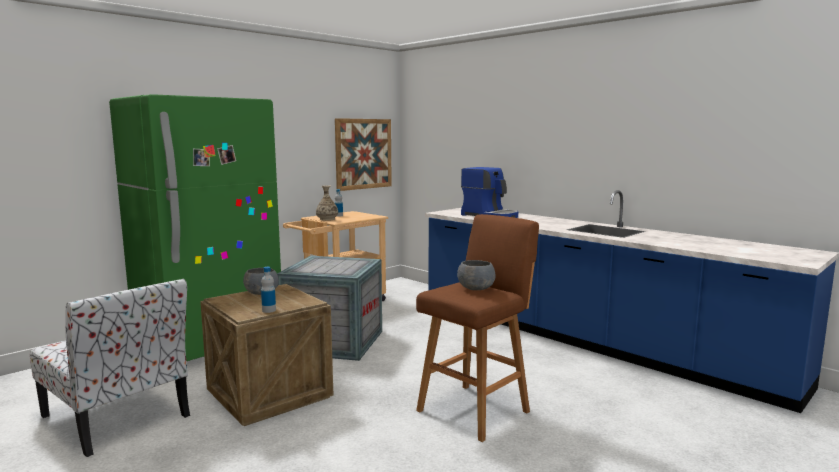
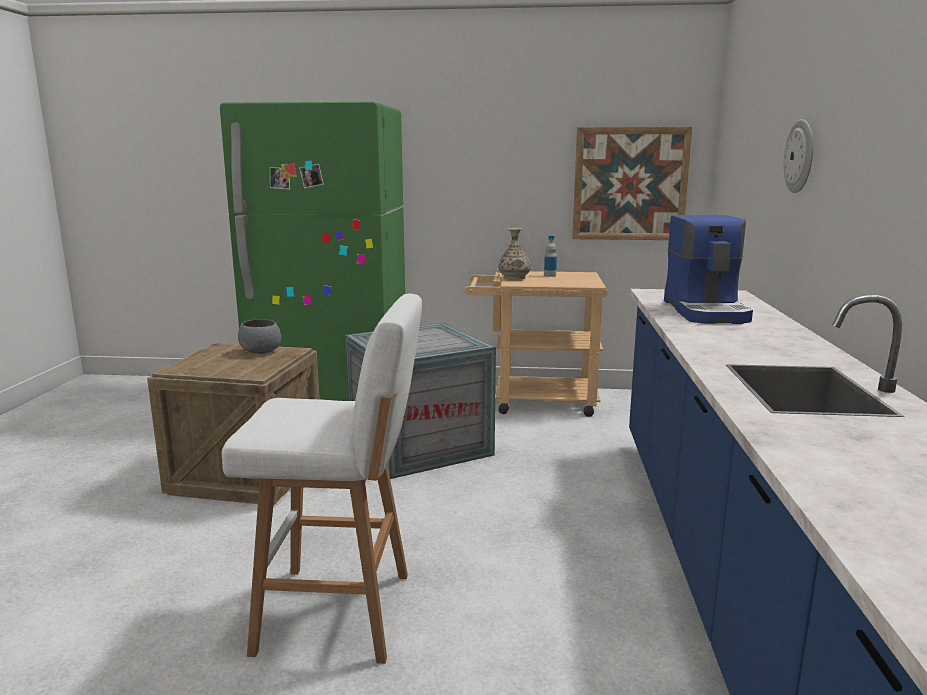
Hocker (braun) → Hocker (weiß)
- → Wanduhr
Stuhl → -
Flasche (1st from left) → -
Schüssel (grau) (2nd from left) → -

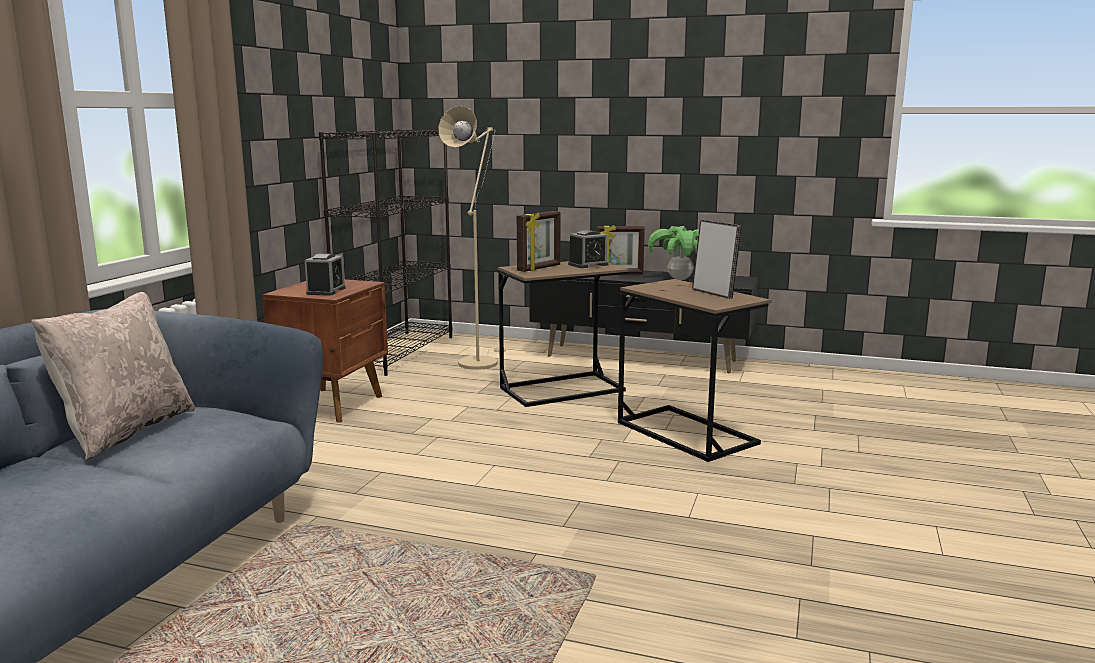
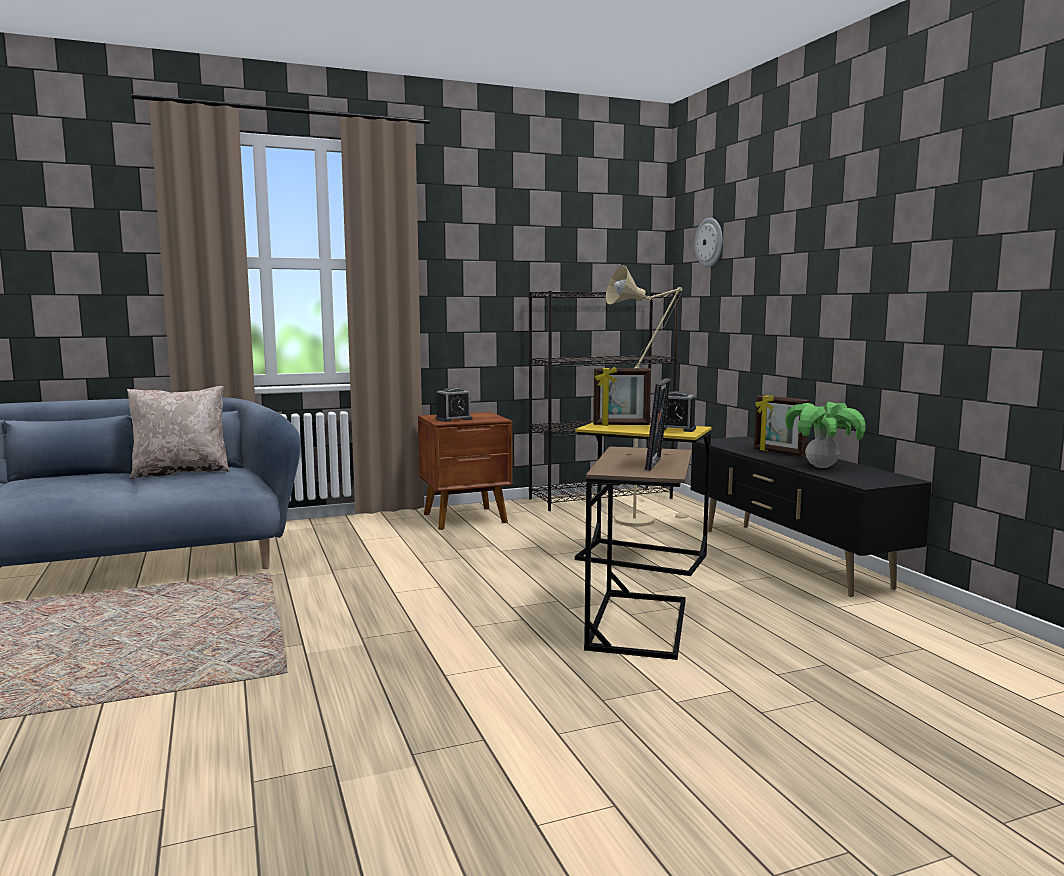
Beistelltisch (braun) (1st from left) → Beistelltisch (gelb)
- → Wanduhr

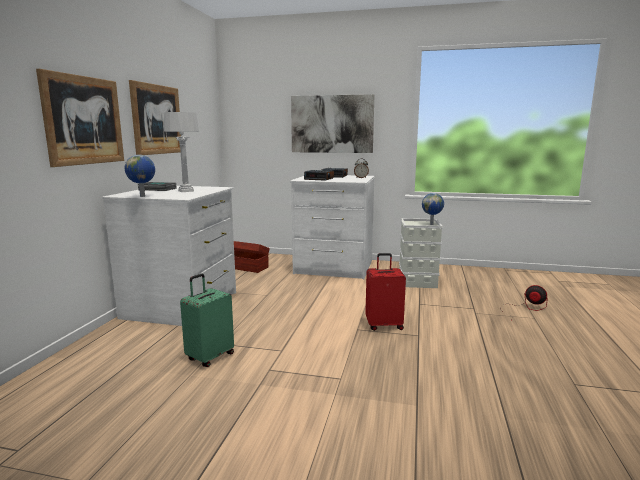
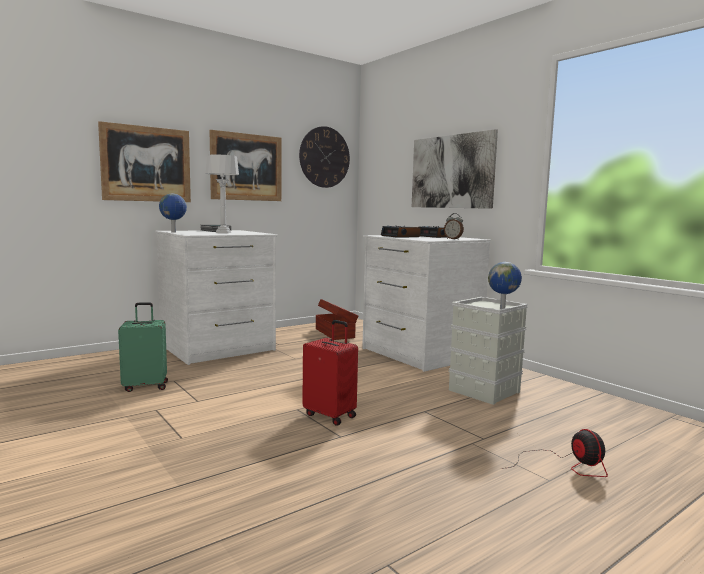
- → Wanduhr

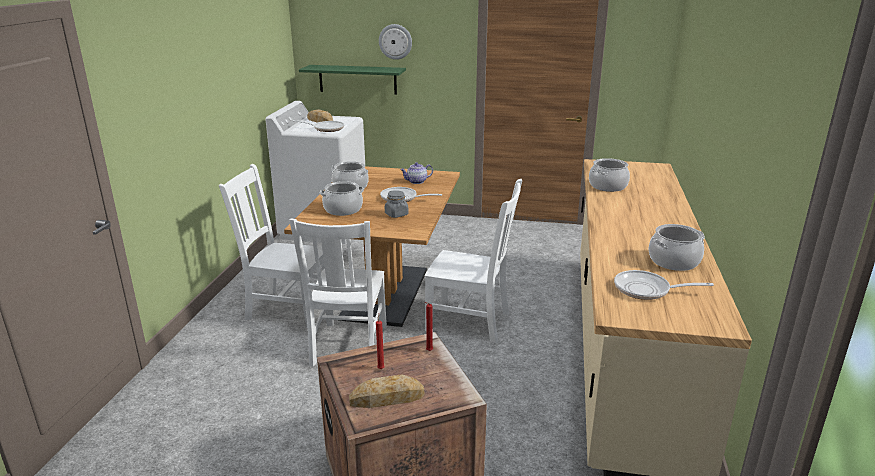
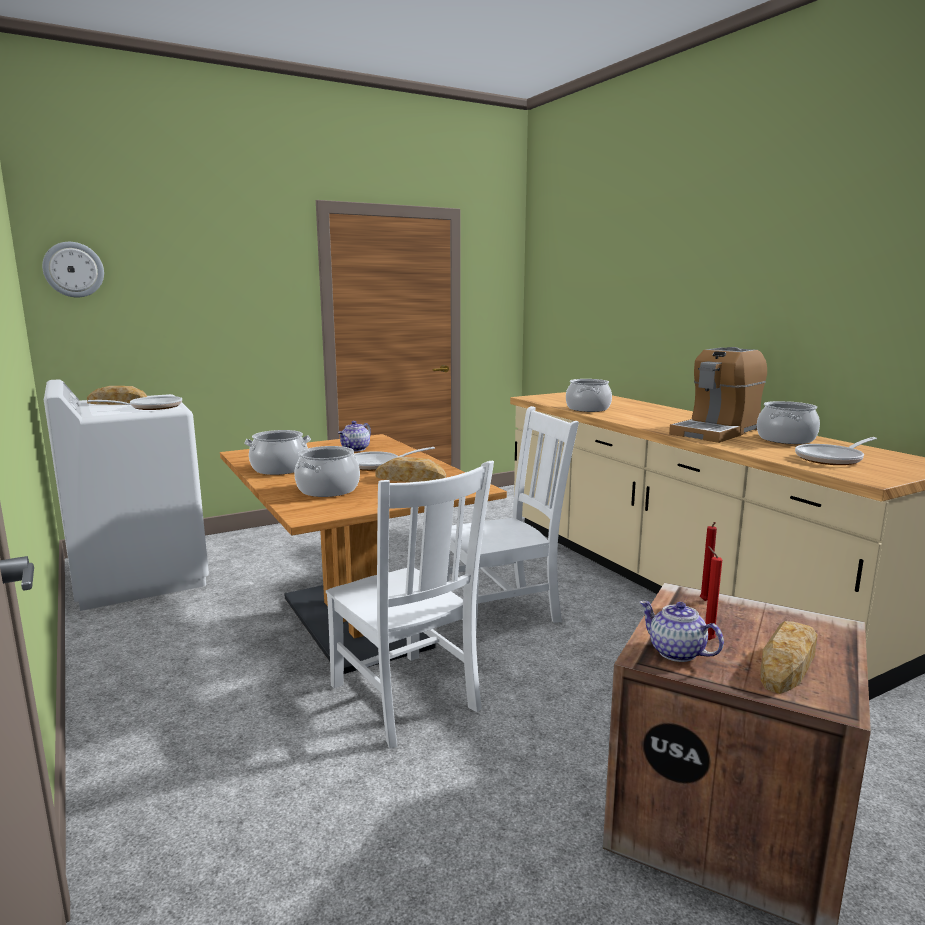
Wanduhr, move
Vorratsglas (grau) → Brot (2nd from left)
- → Teekanne (2nd from left)
- → Kaffeemaschine
Stuhl (weiß) (1st from left) → -
Wandregal (grün) → -

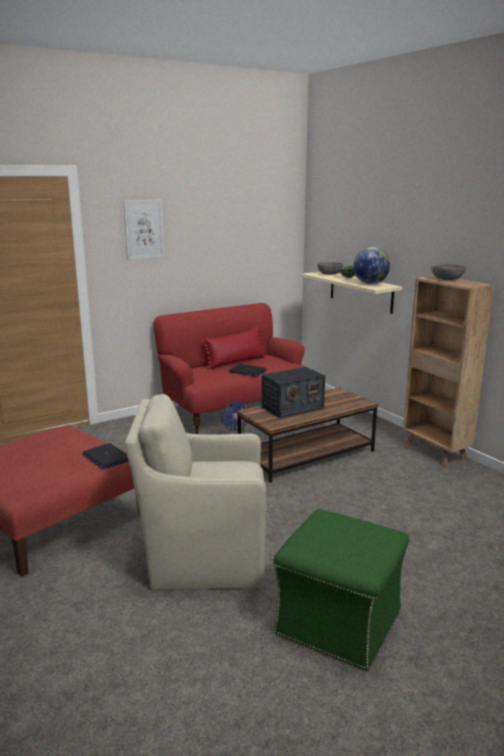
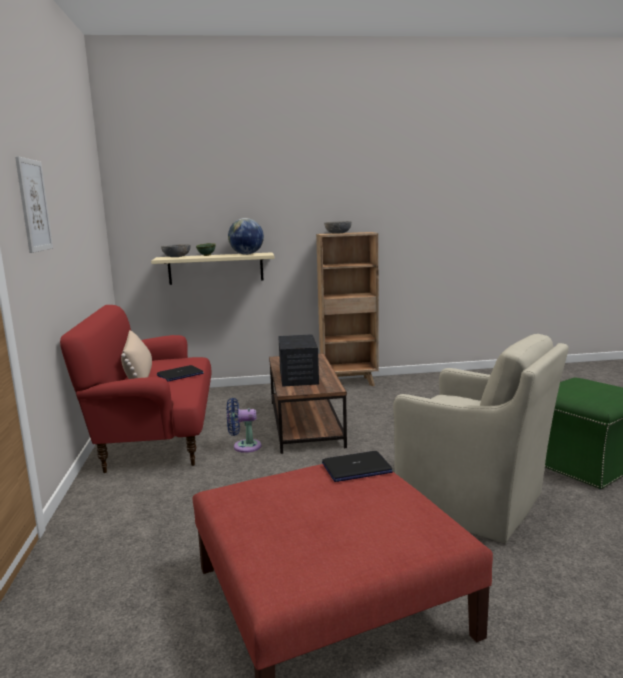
Kissen (rot) → Kissen (beige)
Sessel (beige), 75 degrees counterclockwise

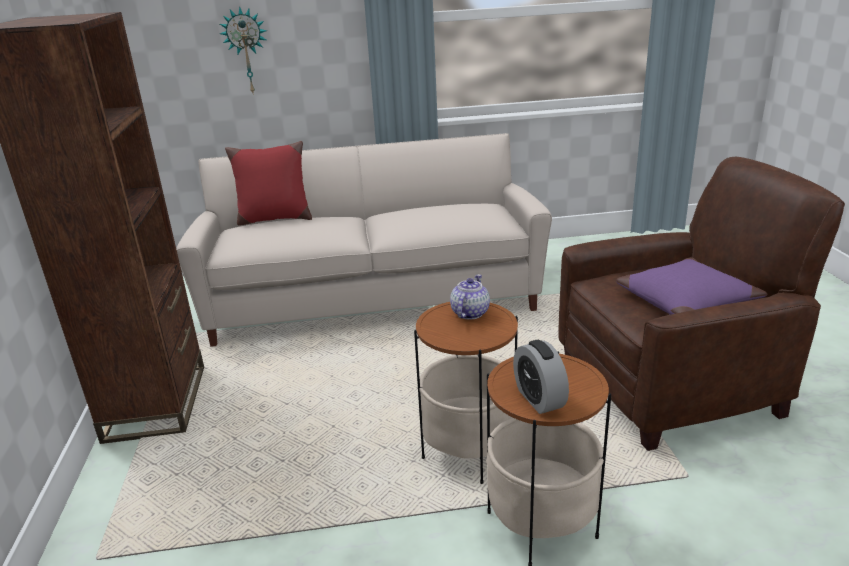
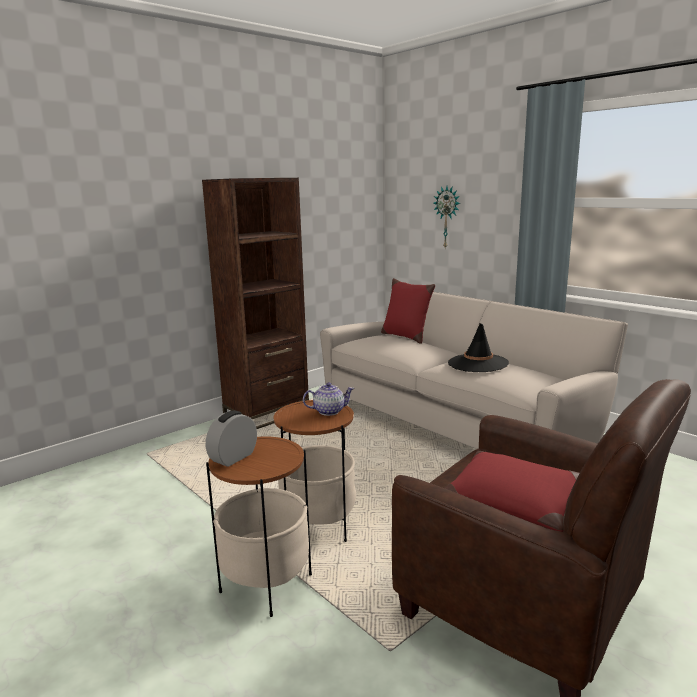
Kissen (lila) → Kissen (rot) (2nd from left)
- → Hut (schwarz)

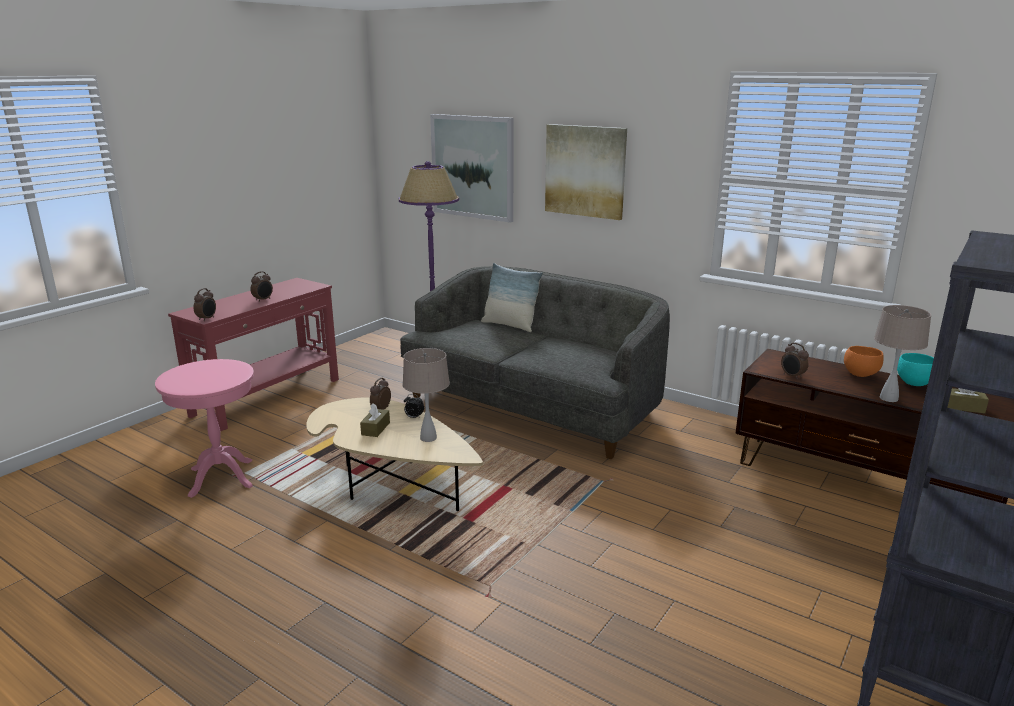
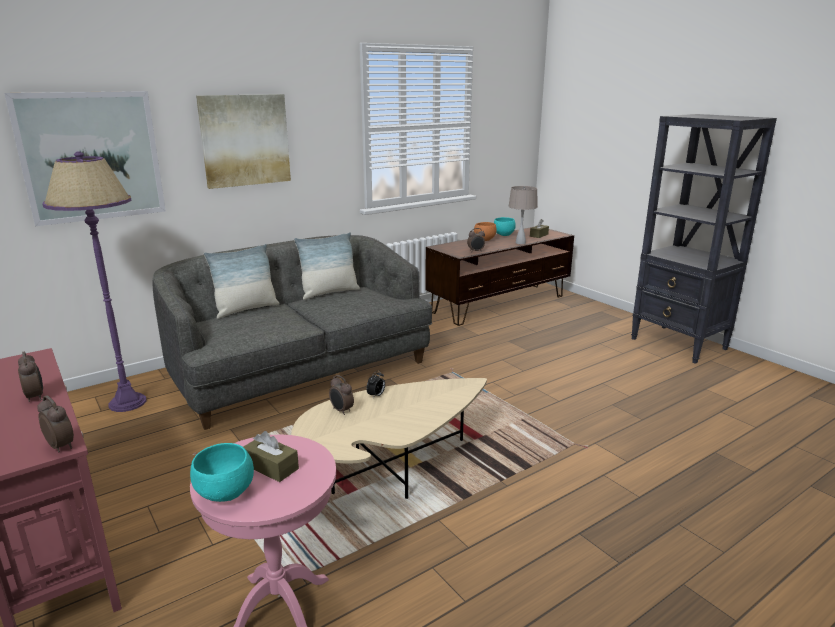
- → Schüssel (türkis) (1st from left)
Taschentuchbox (braun) (1st from left), move
- → Kissen (2nd from left)
Tischlampe (beige) (1st from left) → -

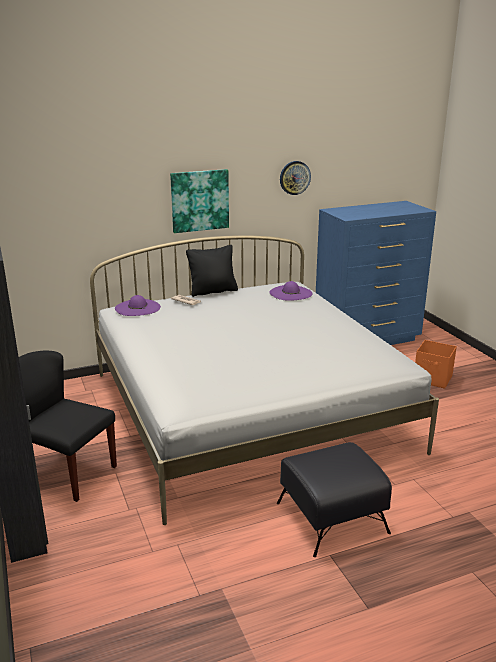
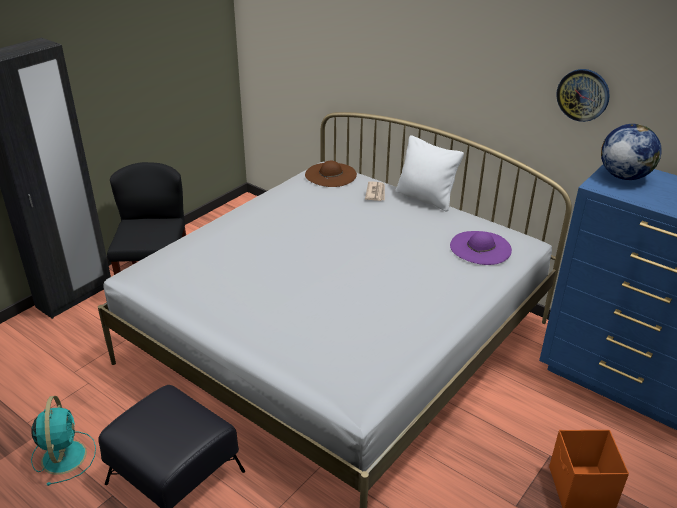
- → Ventilator (türkis)
Hut (lila) (1st from left) → Hut (braun)
Kissen (schwarz) → Kissen (weiß)
- → Globus
Bild → -

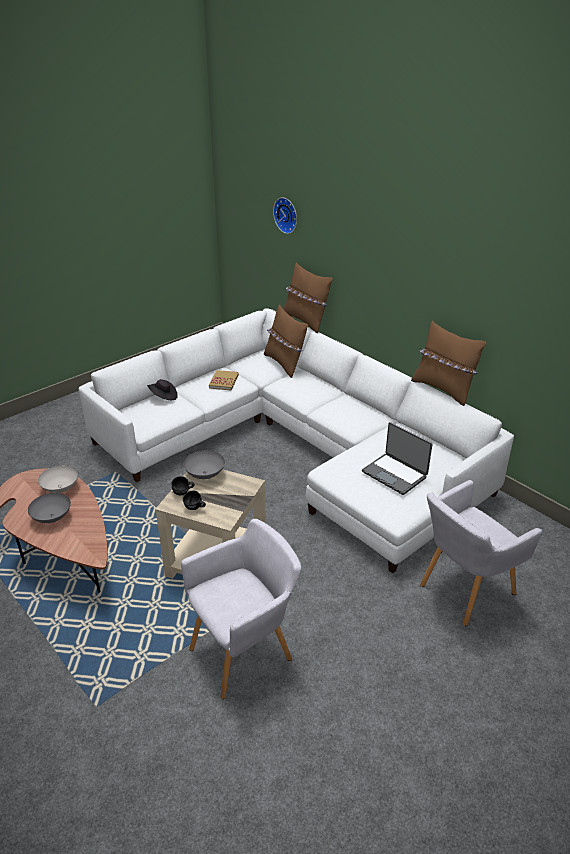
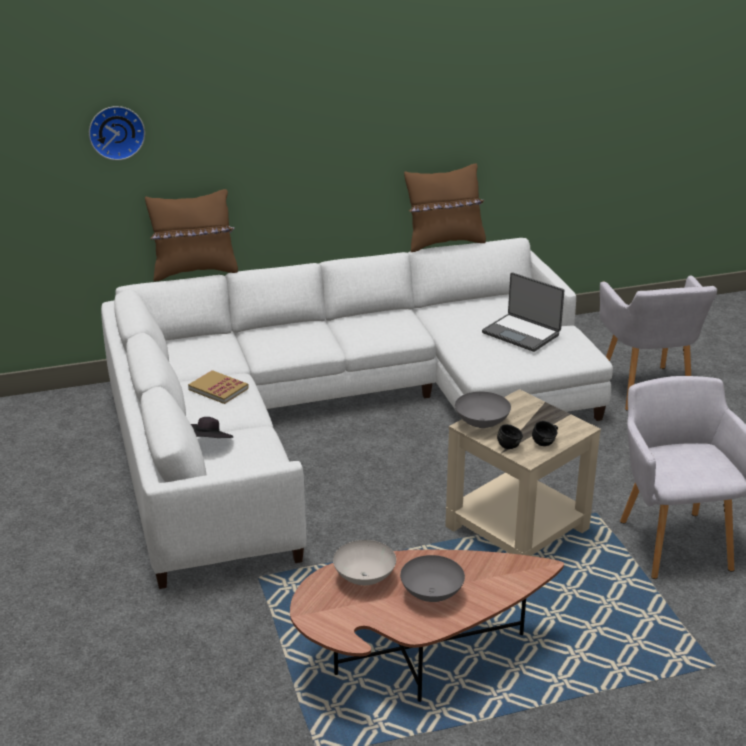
Laptop, 60 degrees clockwise
Kissen (braun) (1st from left) → -

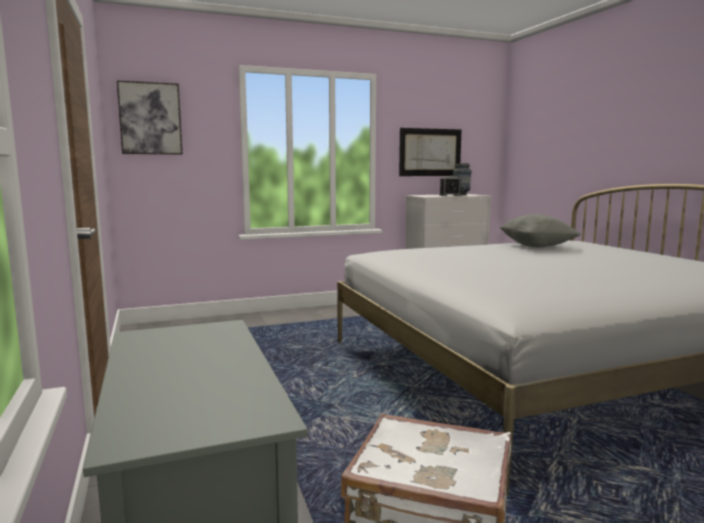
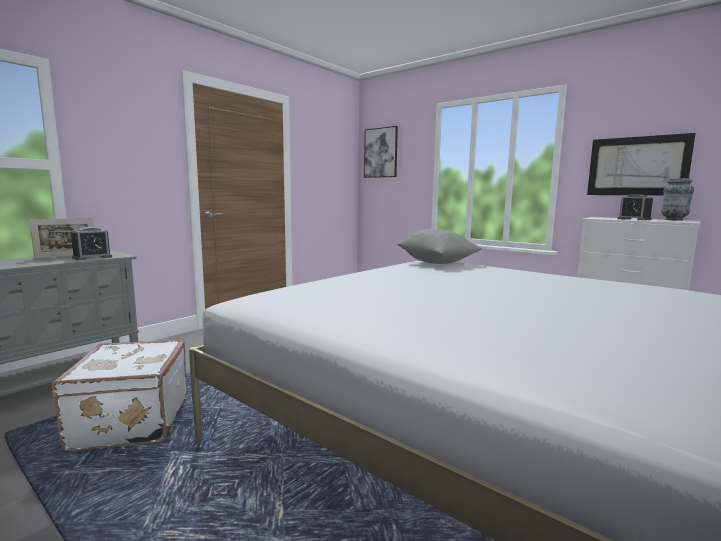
- → Bilderrahmen
- → Wecker (1st from left)
Kissen (grau), move

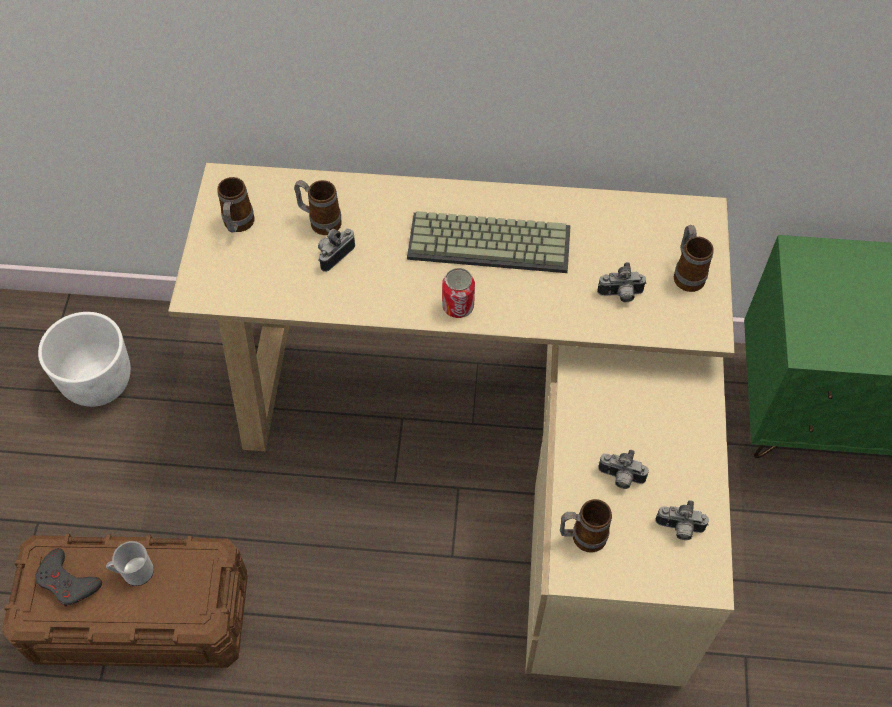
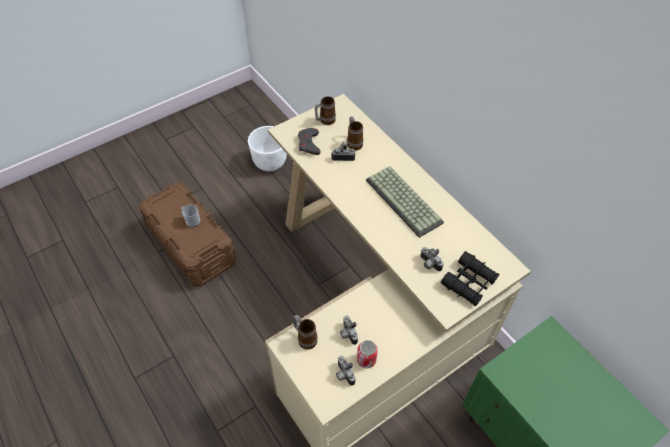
Gamepad (grau), move
Dose, move
Henkelbecher (5th from left) → Fernglas (schwarz)

